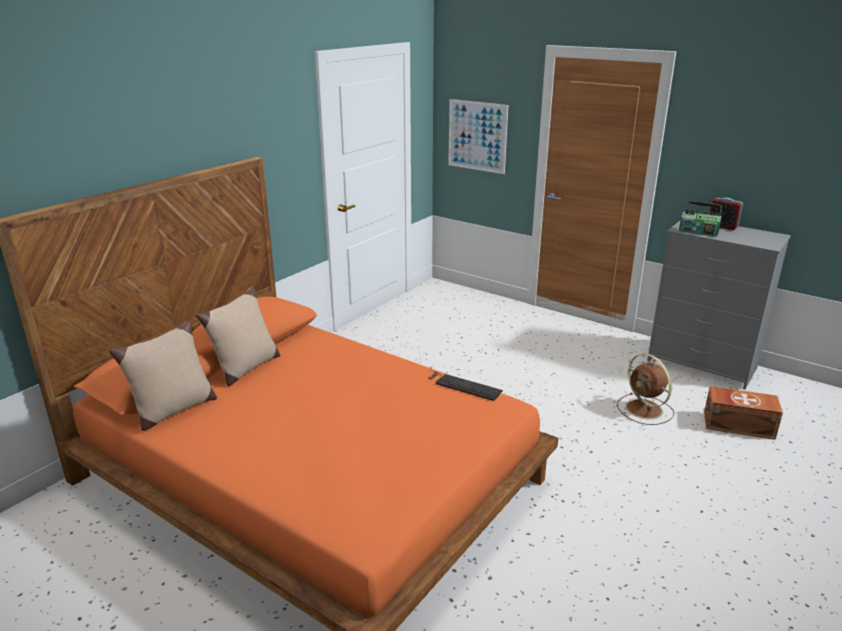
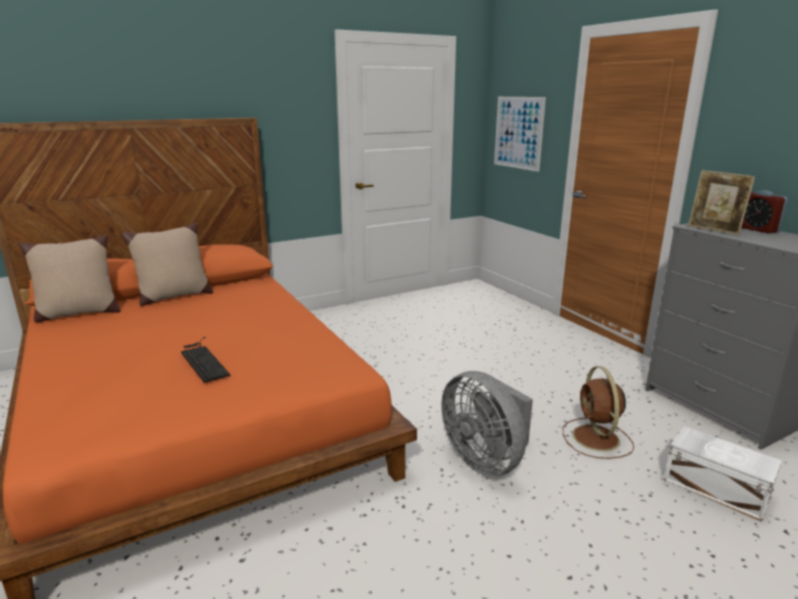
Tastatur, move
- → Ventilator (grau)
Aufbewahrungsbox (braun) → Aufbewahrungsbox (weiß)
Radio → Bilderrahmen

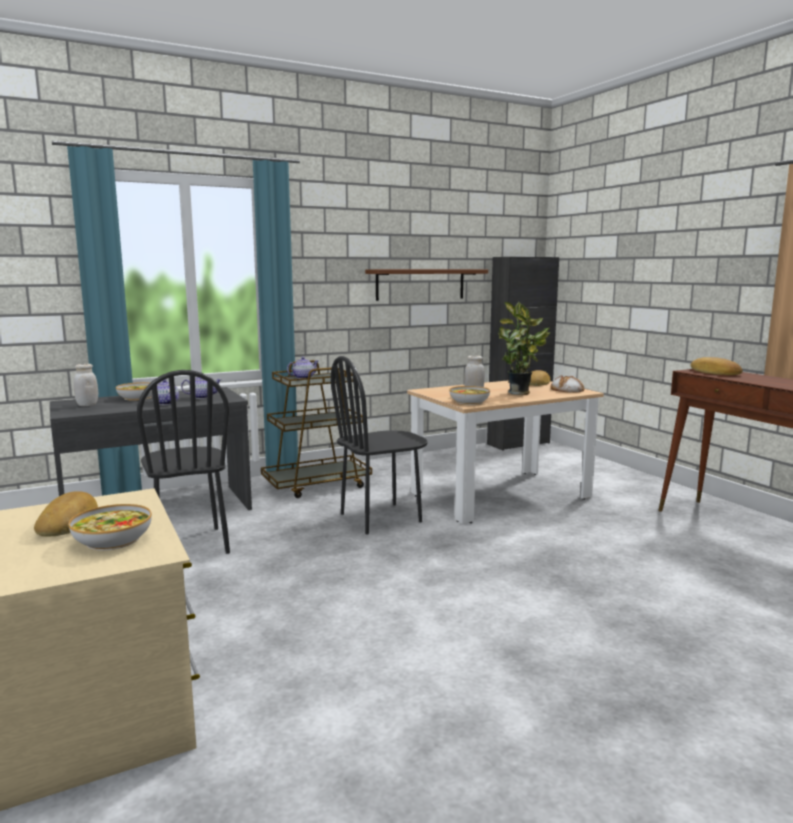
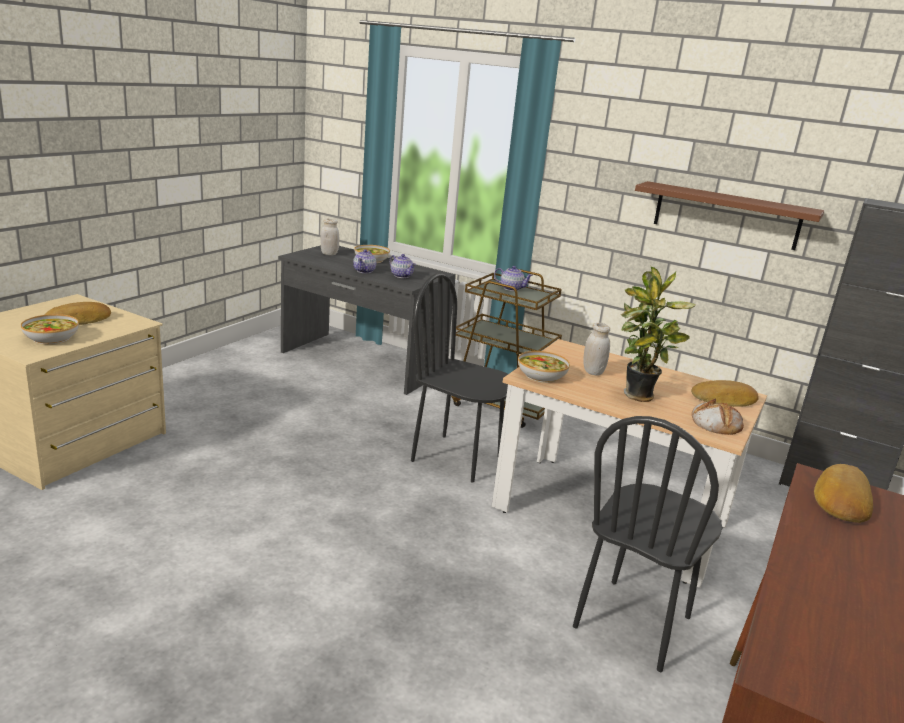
Stuhl (schwarz) (1st from left in the first image) → Stuhl (schwarz) (2nd from left), move

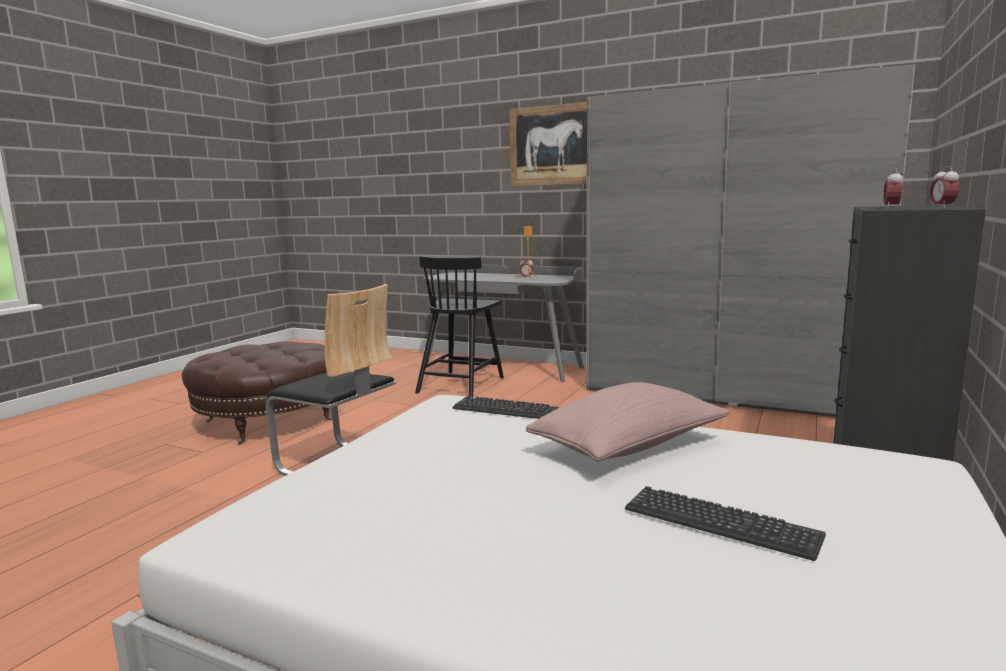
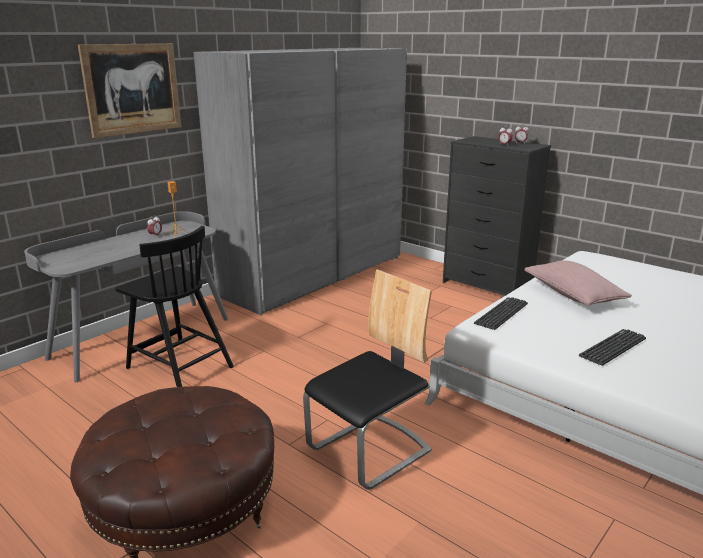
Tastatur (2nd from left), move

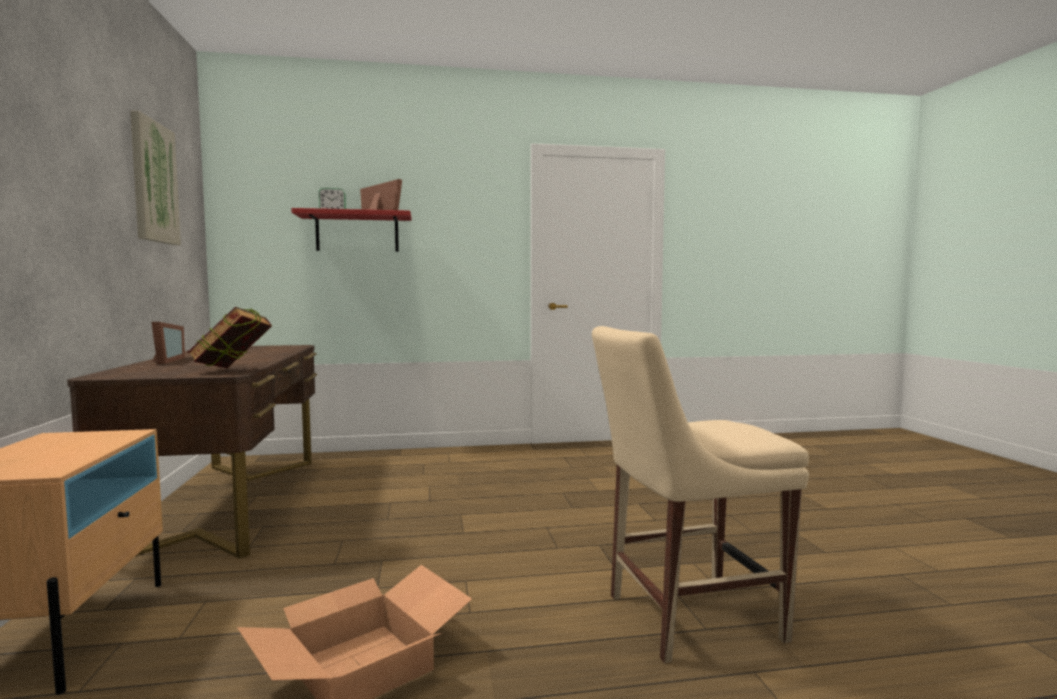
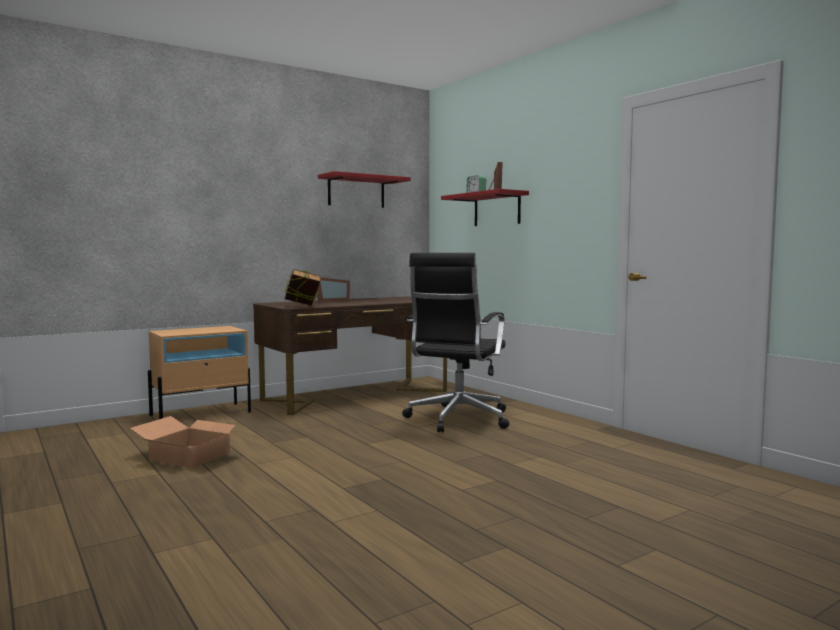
Bild → Wandregal (rot) (1st from left)
- → Bürostuhl (schwarz)
Stuhl (beige) → -

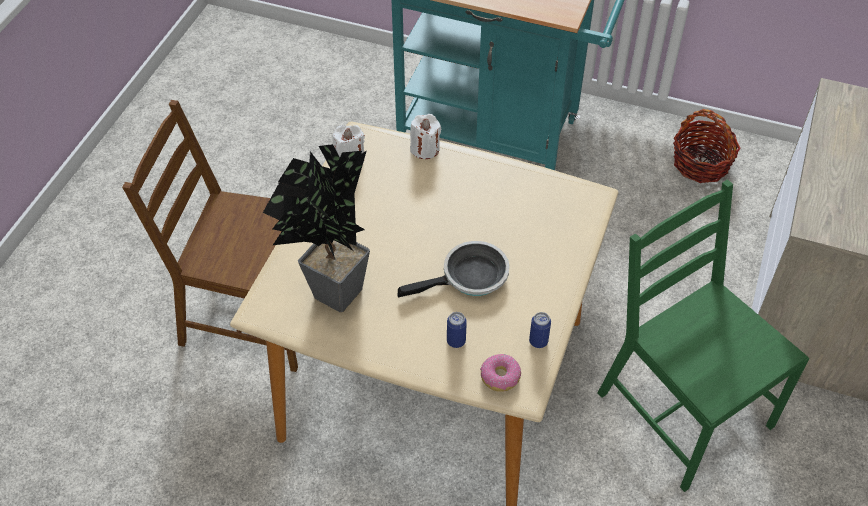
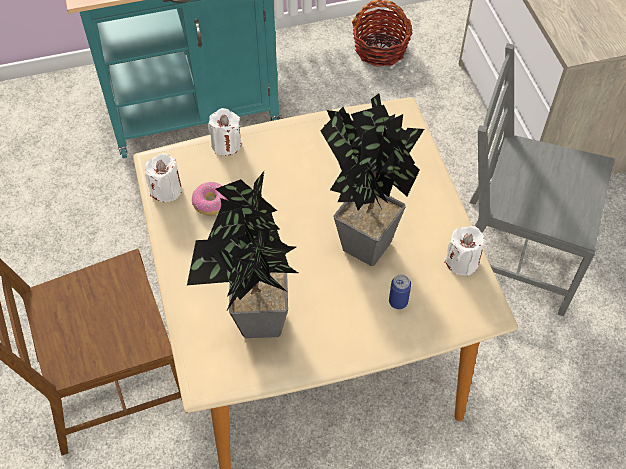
Donut, move
Pfanne → Topfpflanze (2nd from left)
Dose (2nd from left) → Kerze (weiß) (3rd from left)
Stuhl (grün) → Stuhl (grau)

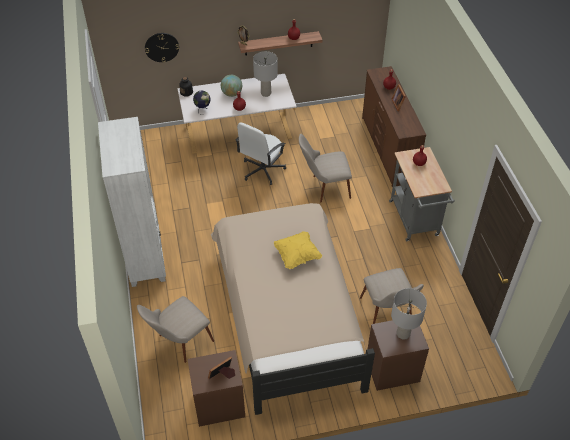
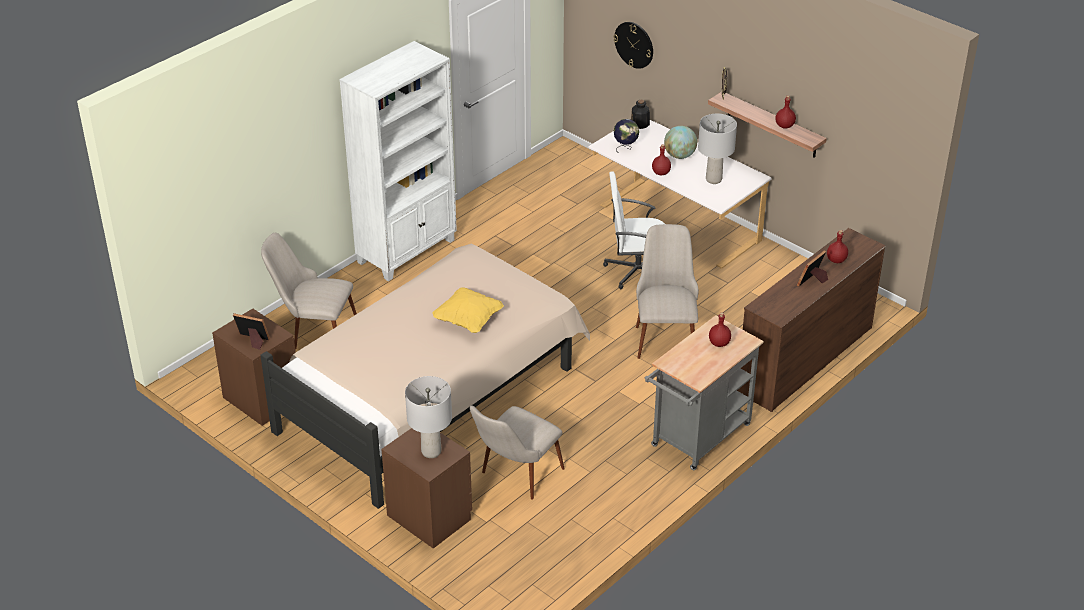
Stuhl (beige) (2nd from left in the first image) → Stuhl (beige) (3rd from left), 45 degrees clockwise

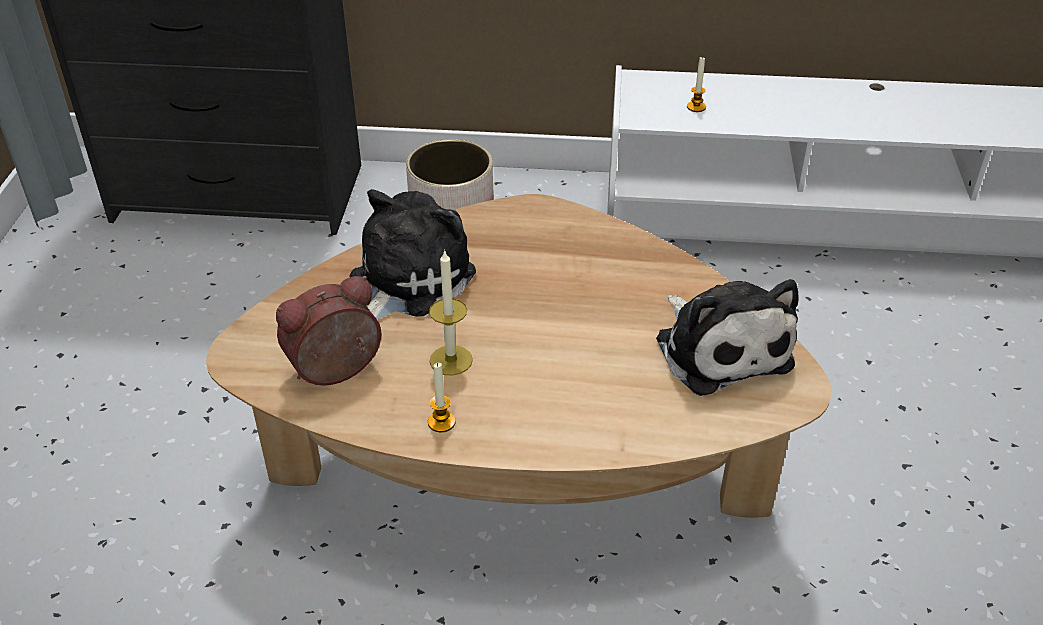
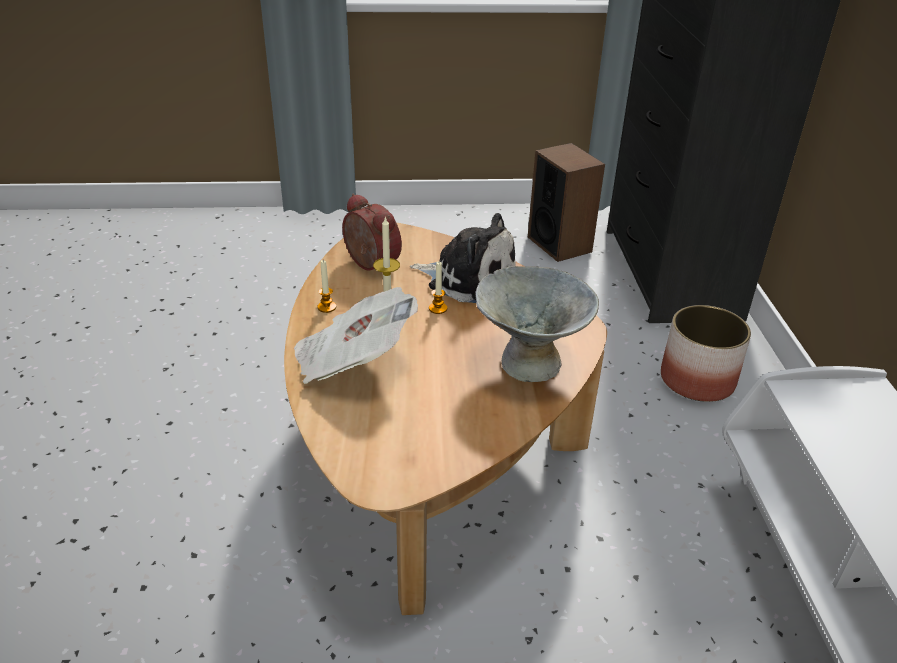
- → Zeitung
Kerze (3rd from left), move
- → Schüssel (grau)
- → Lautsprecher
Plüschtier (2nd from left) → -

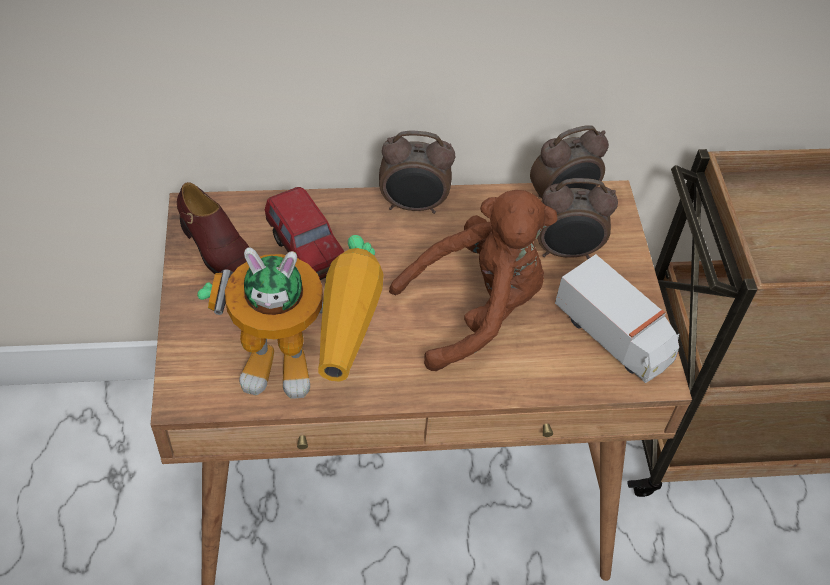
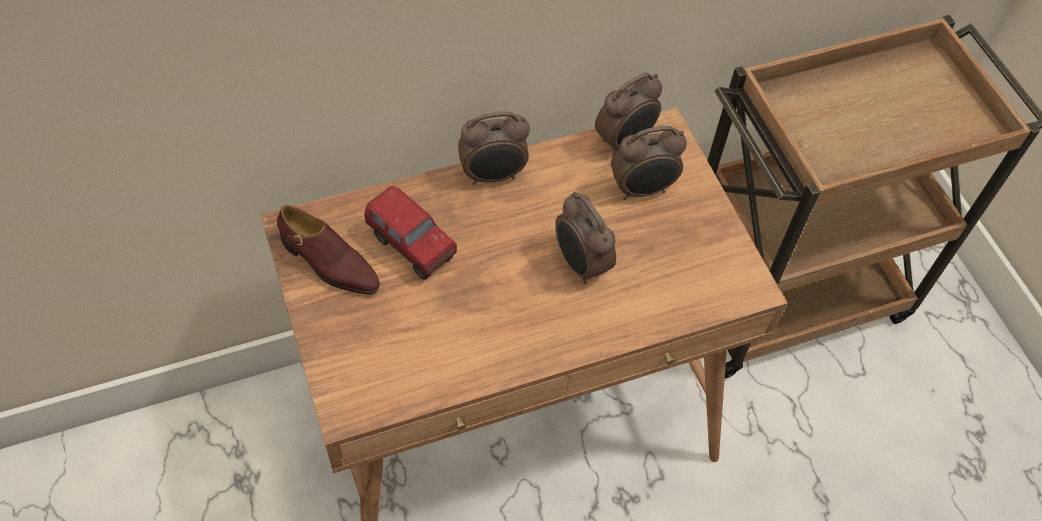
Plüschtier (braun) → Wecker (2nd from left)
Spielzeugroboter → -
Spielzeuglaster (2nd from left) → -

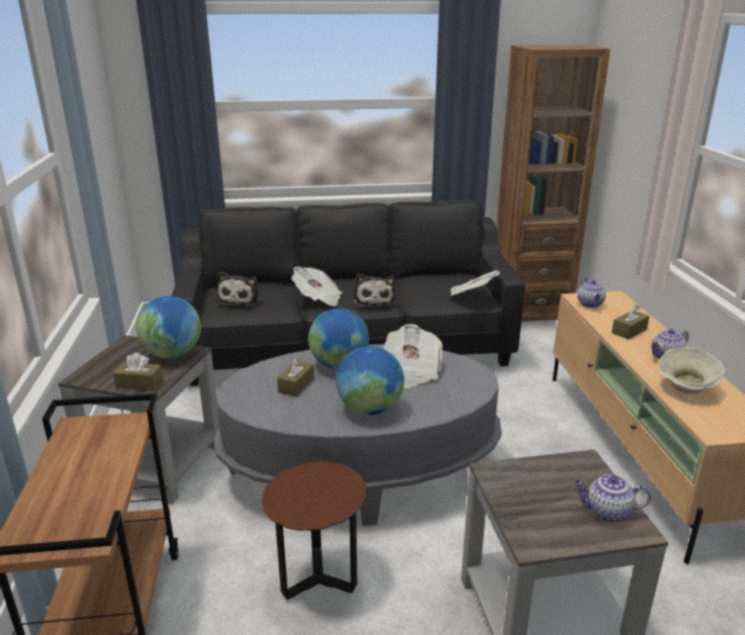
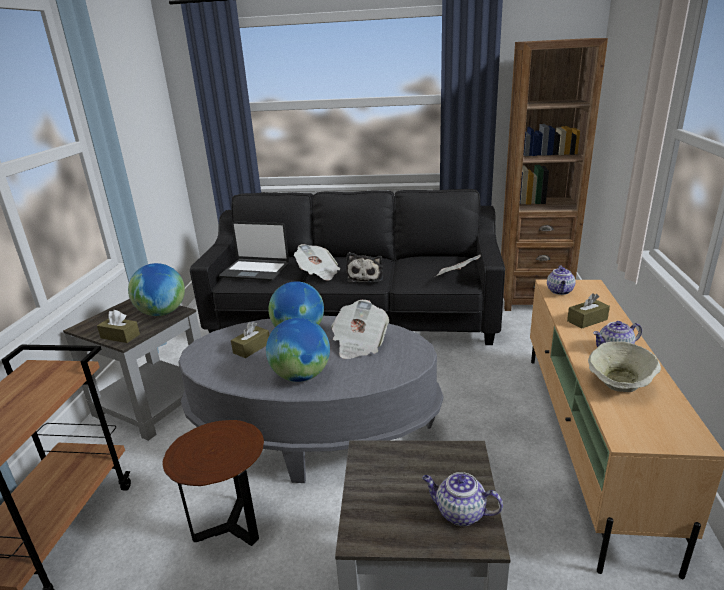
Plüschtier (1st from left) → Laptop

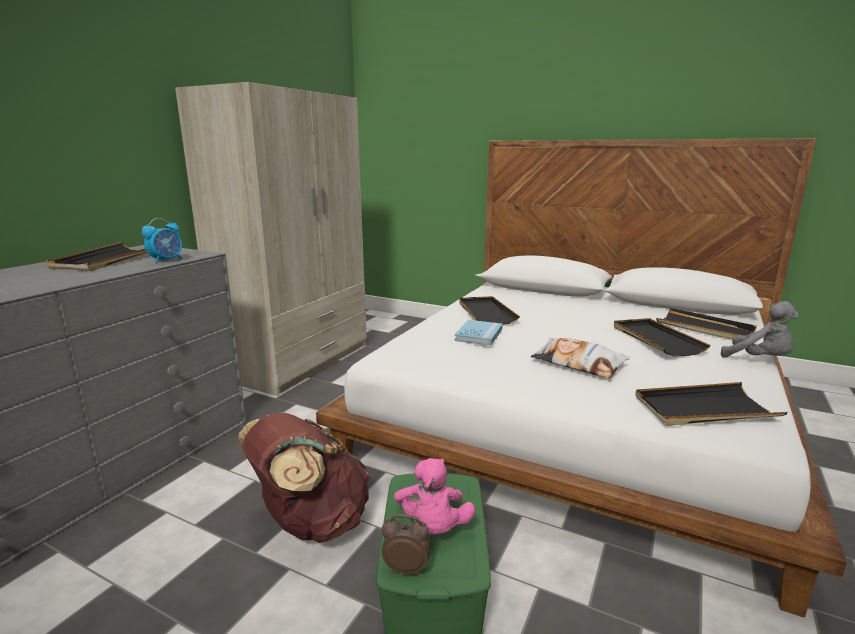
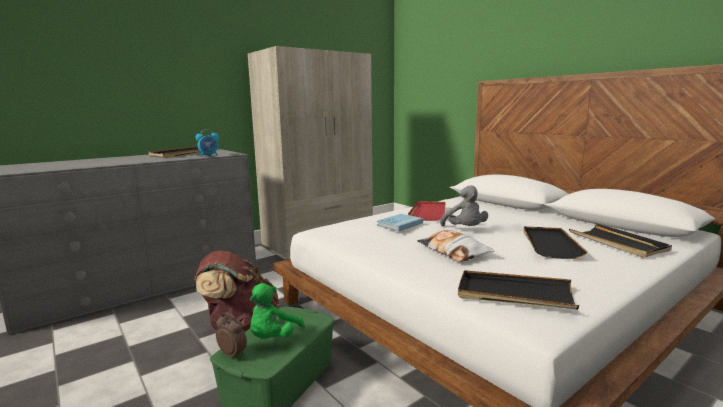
Plüschtier (rosa) → Plüschtier (grün)
Tablett (schwarz) (2nd from left) → Tablett (rot)
Plüschtier (grau), move

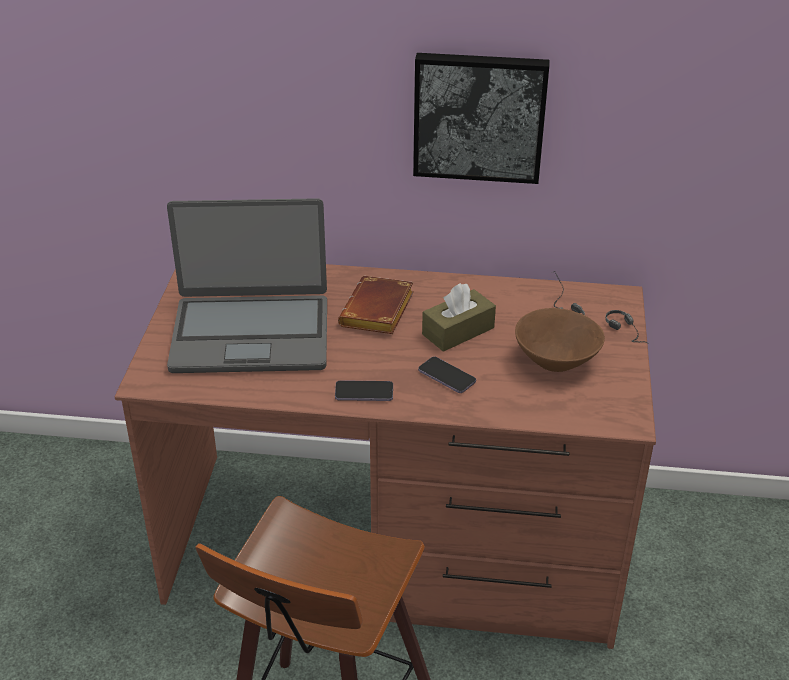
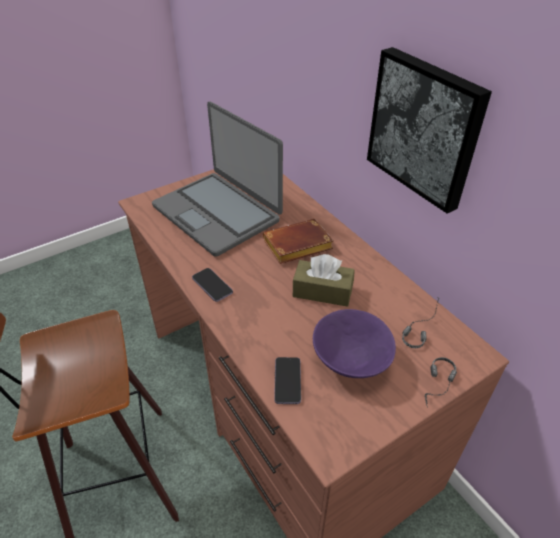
Handy (2nd from left), move
Schüssel (braun) → Schüssel (lila)

